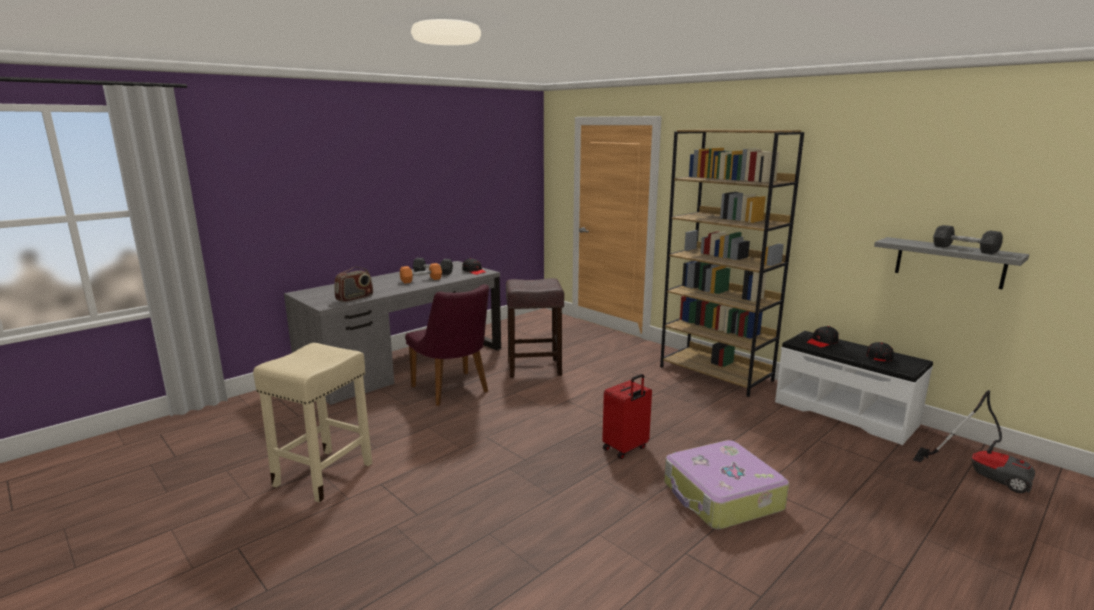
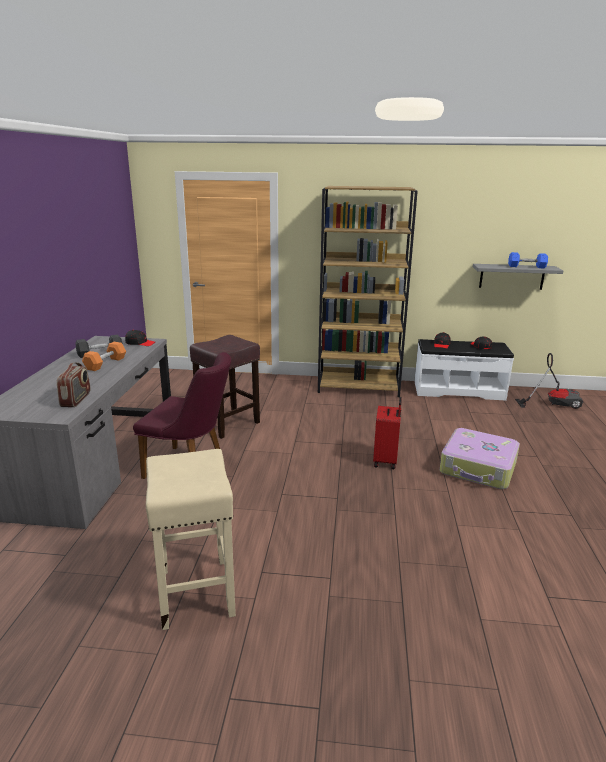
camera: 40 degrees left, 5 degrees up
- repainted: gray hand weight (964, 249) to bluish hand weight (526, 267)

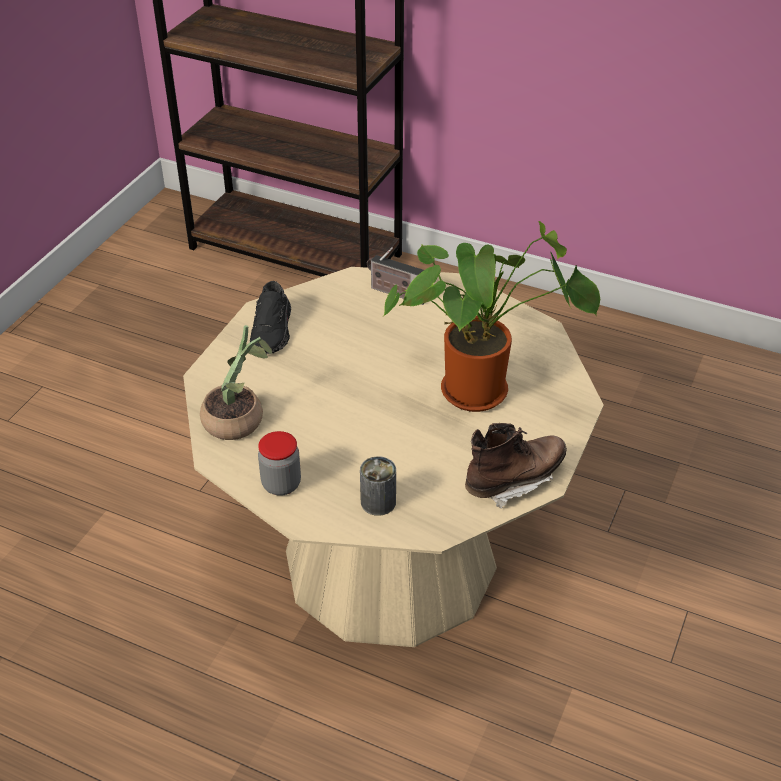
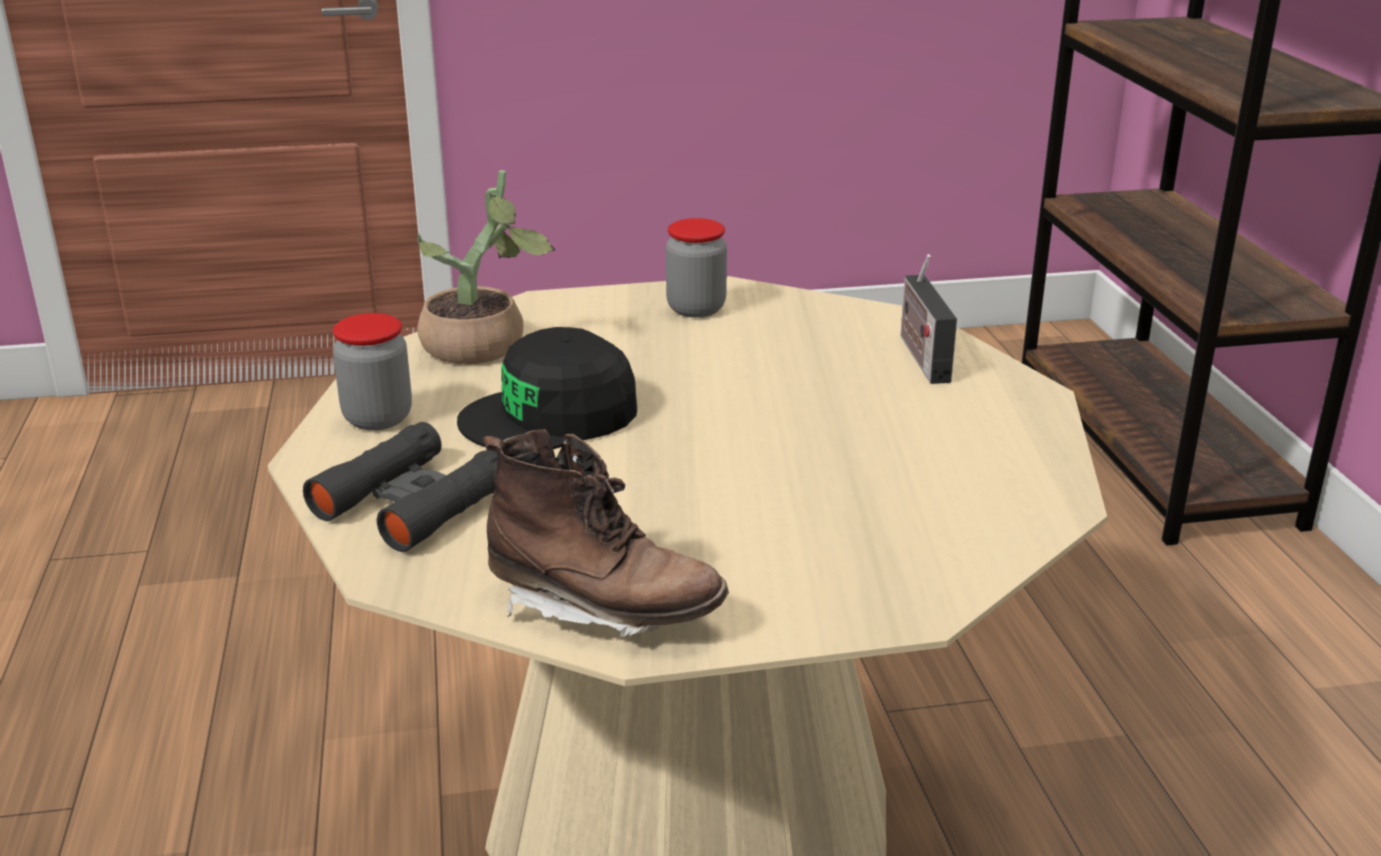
camera: 55 degrees right, 15 degrees down
- gone: houseplant (481, 389)
- swapped: black low shoe (273, 331) to storage jar (696, 309)
- swapped: sealed can (378, 502) to black field glasses (413, 501)
- new: black baseball cap (551, 415)

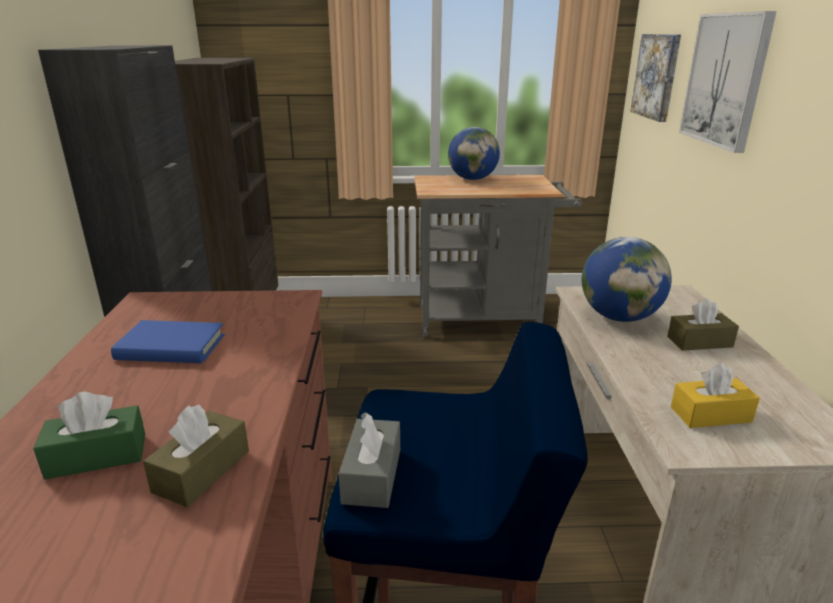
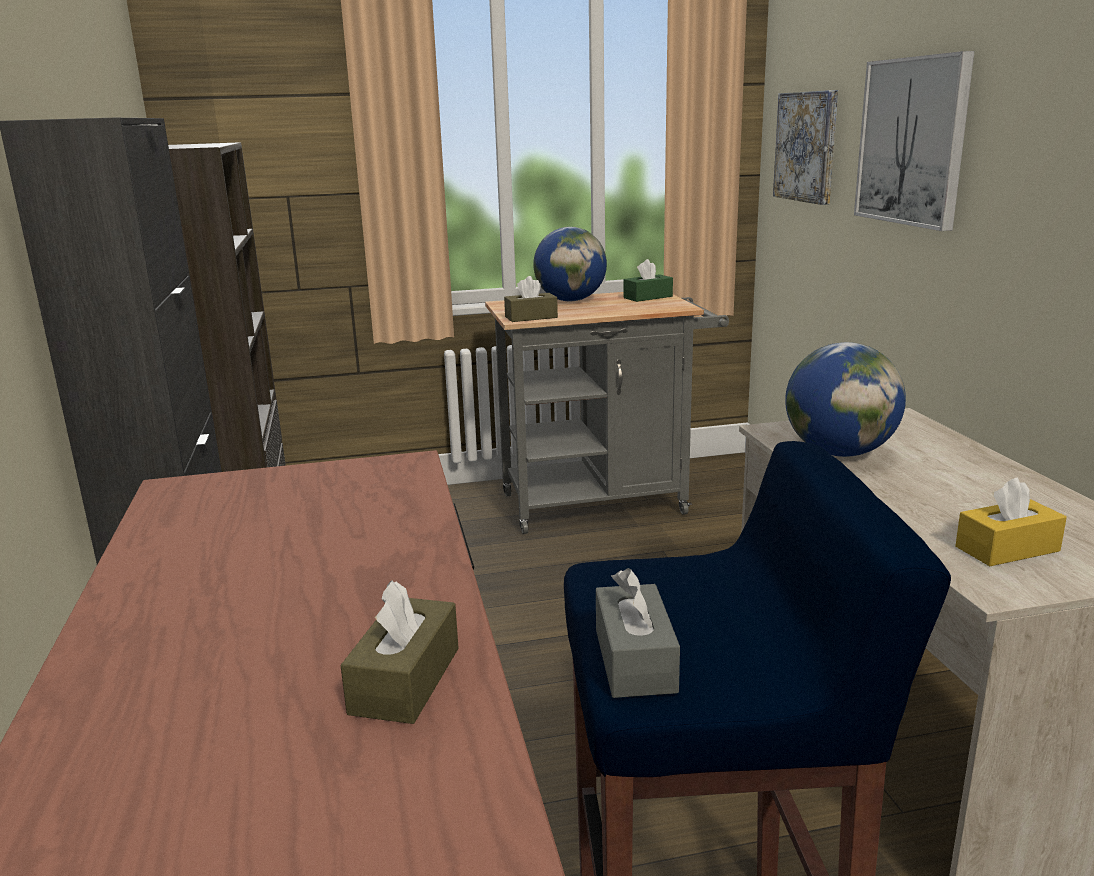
camera: 10 degrees left, 5 degrees down
- shifted: brown tissue holder (699, 342) to (531, 317)
- gone: bluish bound book (171, 347)
- shifted: green tissue holder (97, 456) to (648, 297)

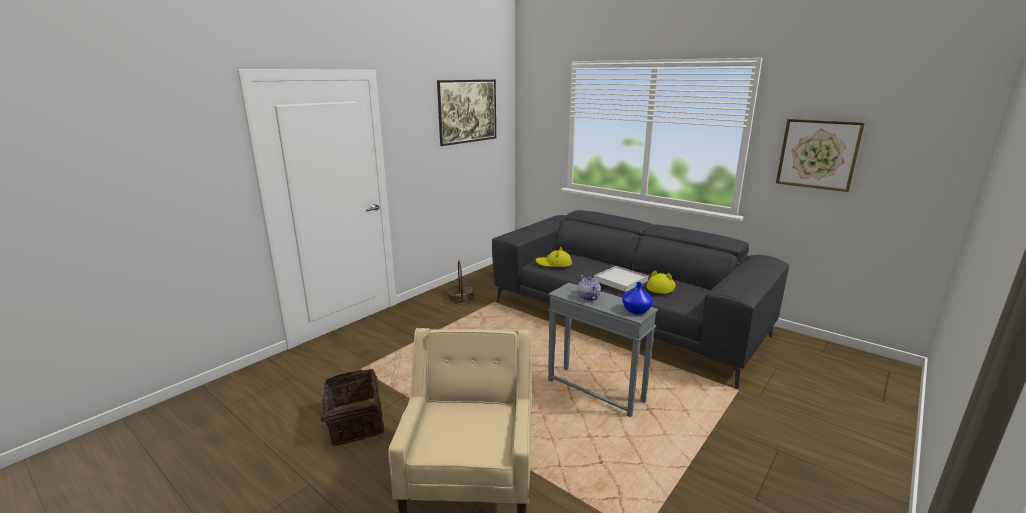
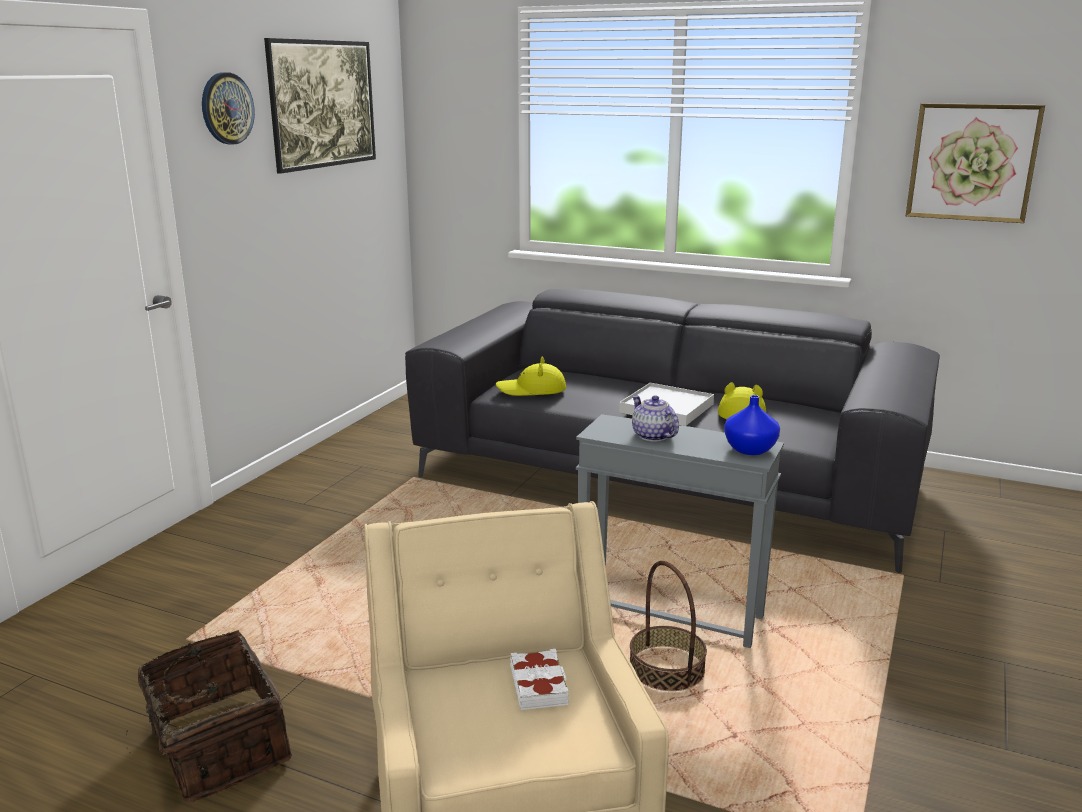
camera: 15 degrees left, 0 degrees up
- shifted: household basket (461, 298) to (667, 669)
- new: hanging clock (226, 108)
- new: whitish bound book (539, 685)

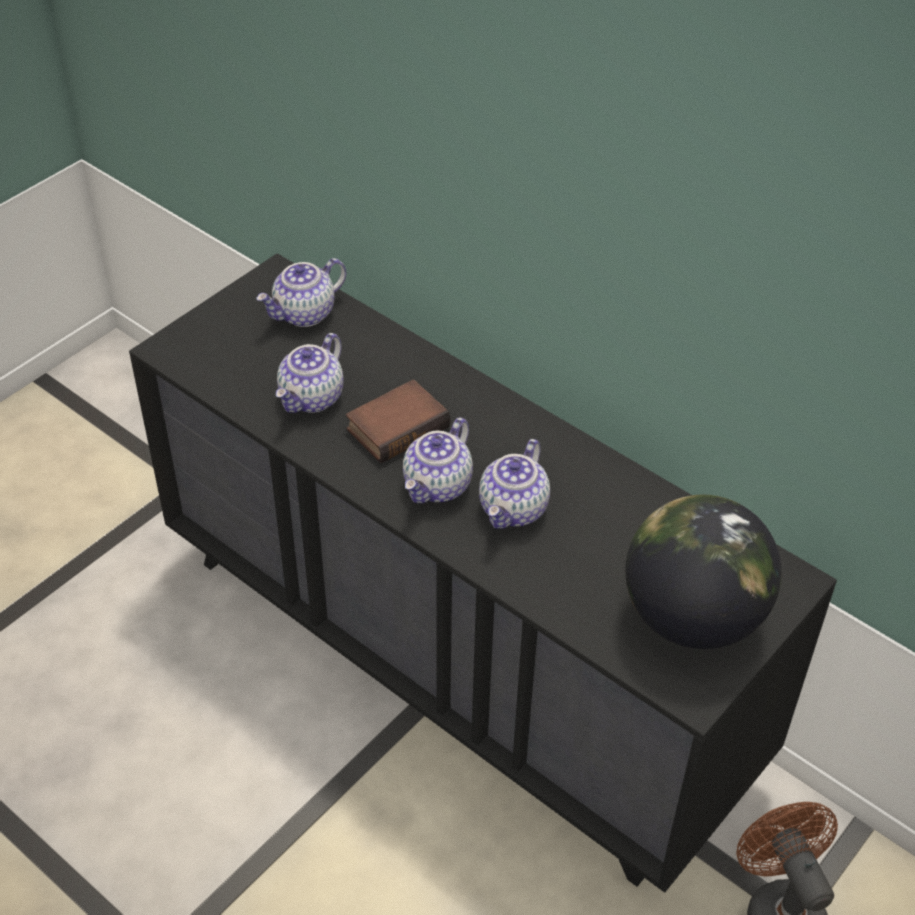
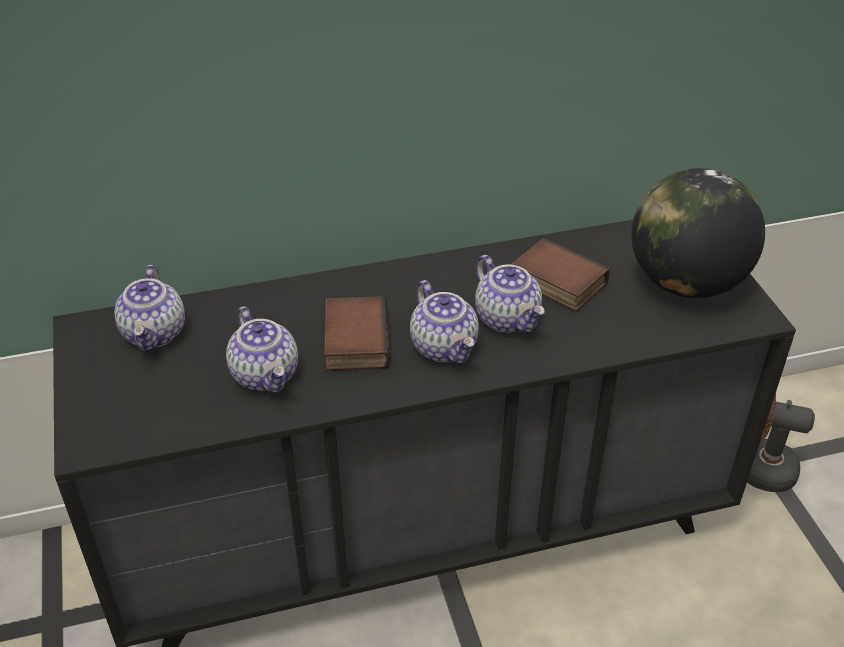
camera: 55 degrees left, 5 degrees down
- new: bound book (556, 282)

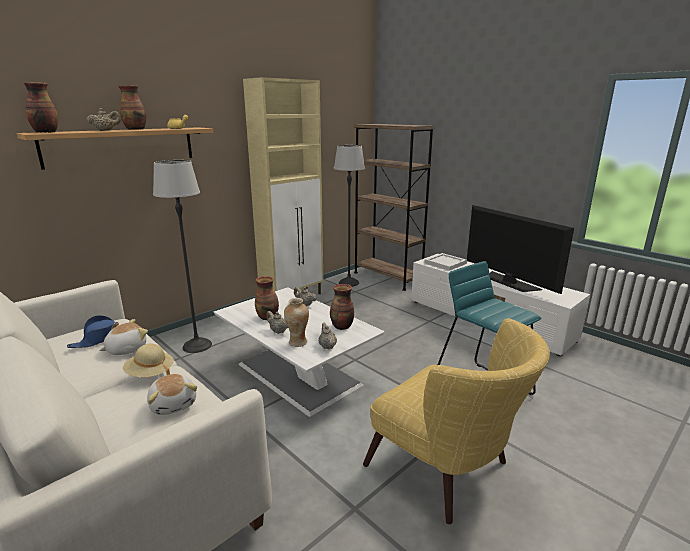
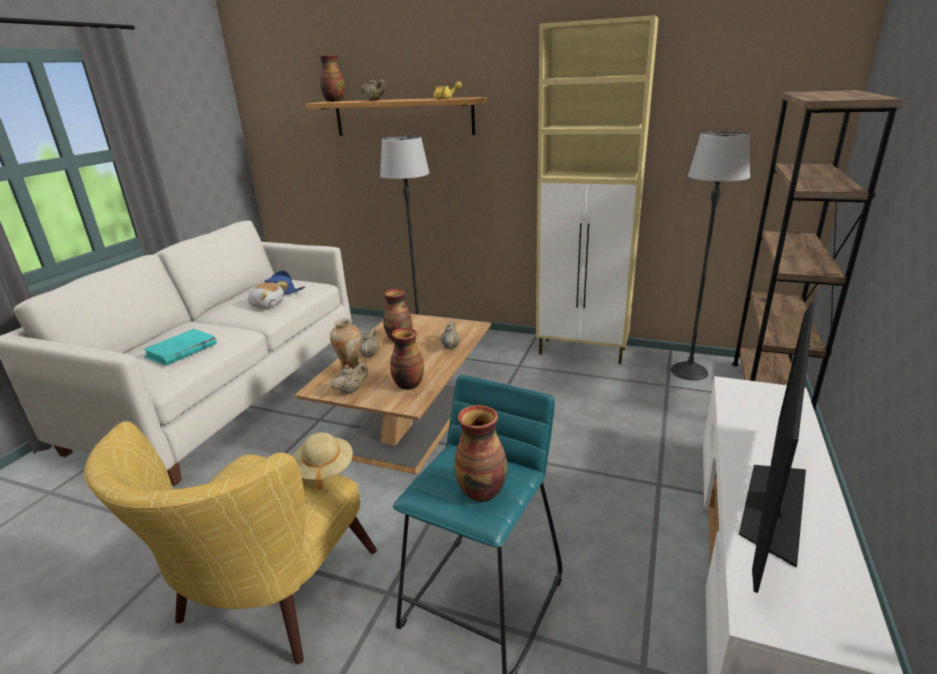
camera: 65 degrees right, 5 degrees up
- shifted: flower vase (136, 129) to (483, 491)
- gone: whitish carrying tray (444, 263)
- repainted: whitish low table (296, 373) to brown low table (410, 418)
- shifted: beige wearable hat (150, 374) to (324, 469)
- swapped: plush toy (174, 404) to blue-green bound book (181, 350)

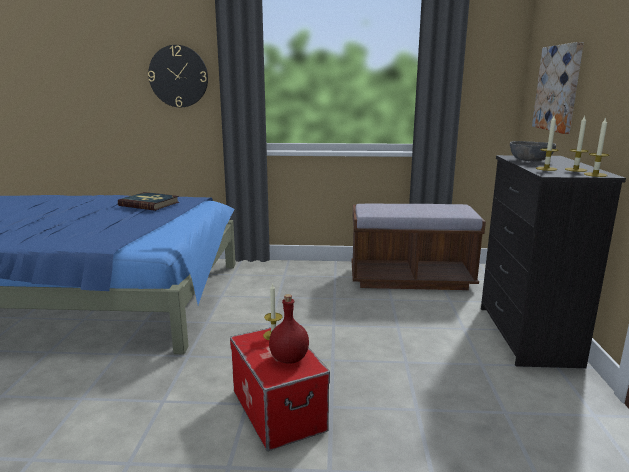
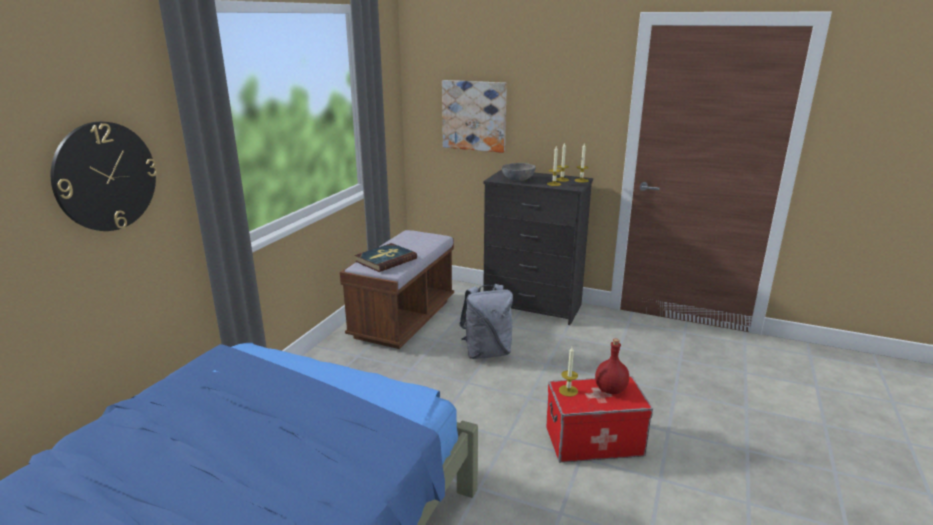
camera: 70 degrees left, 5 degrees up
- shifted: bound book (149, 204) to (386, 260)
- new: gray rucksack (487, 352)

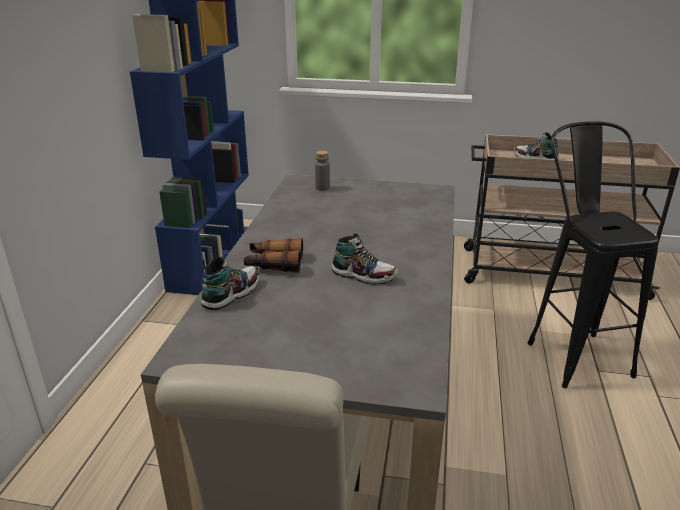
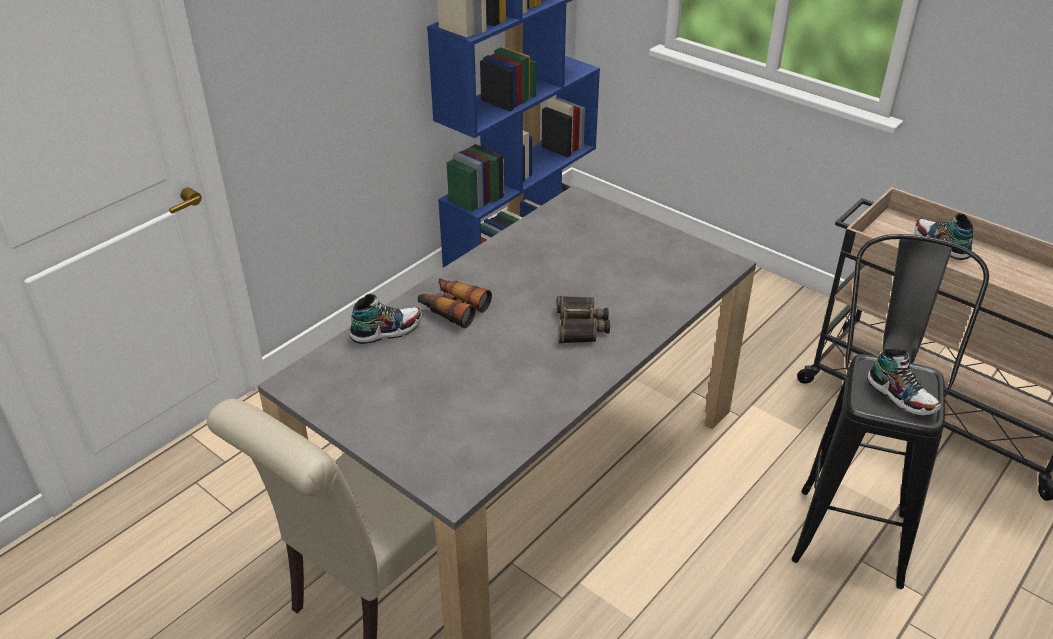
camera: 30 degrees right, 10 degrees up
- gone: gray beverage bottle (322, 188)
- shifted: low shoe (363, 275) to (901, 396)
- new: field glasses (581, 326)

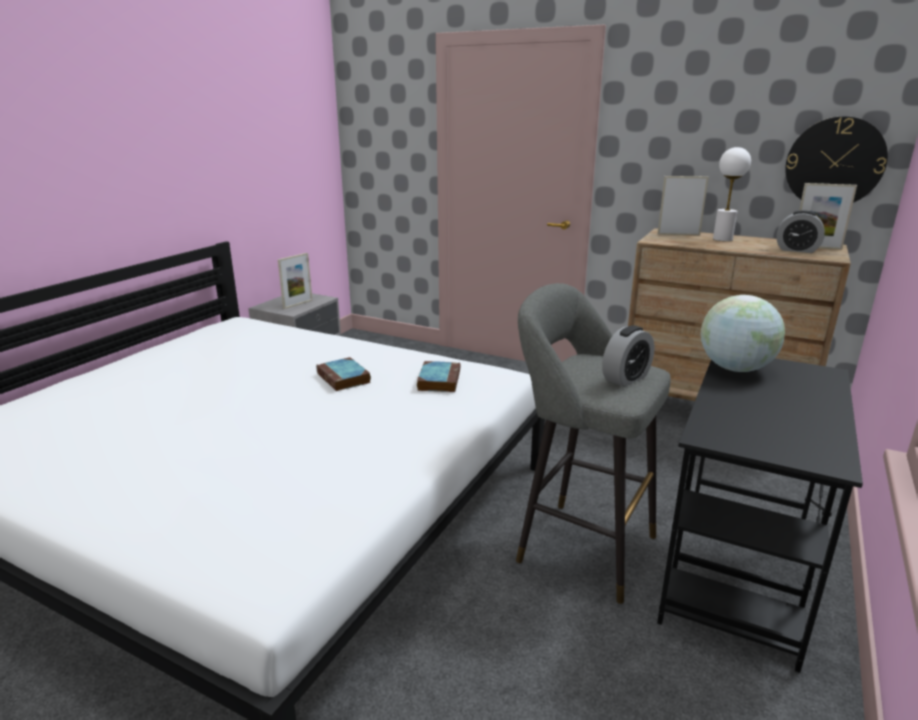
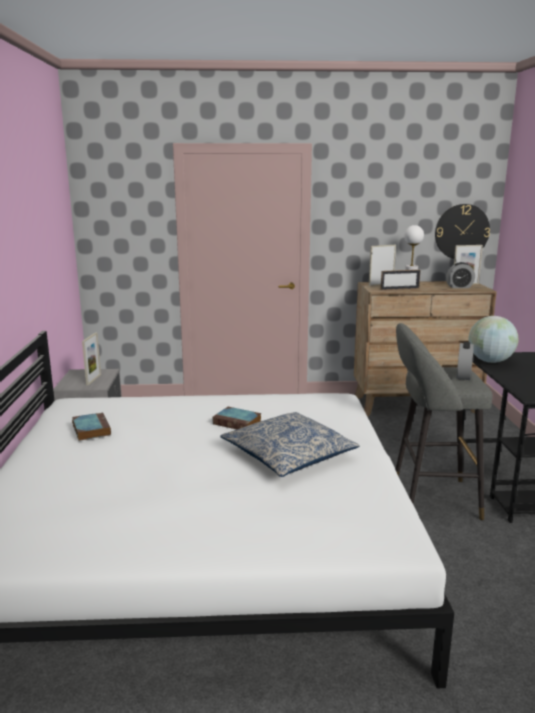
camera: 30 degrees left, 5 degrees down
- shifted: bound book (439, 380) to (90, 429)
- new: standing frame (399, 289)
- new: pillow (289, 455)

